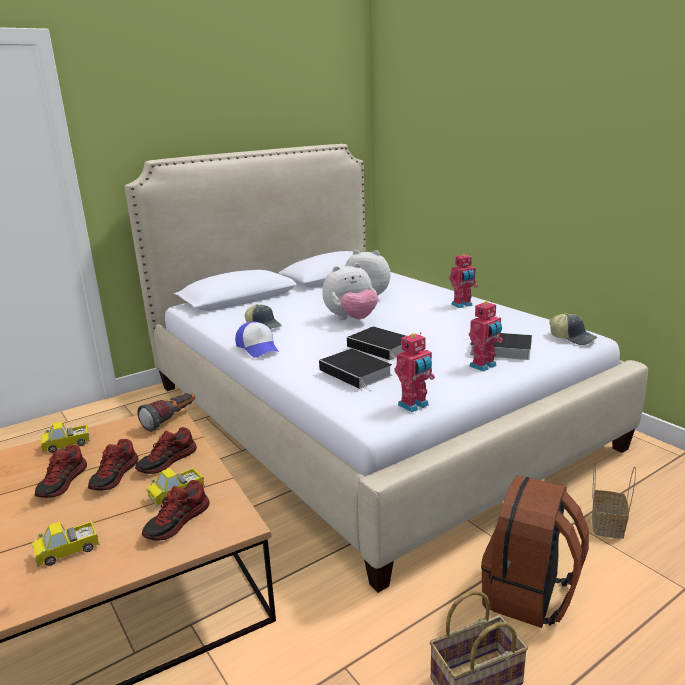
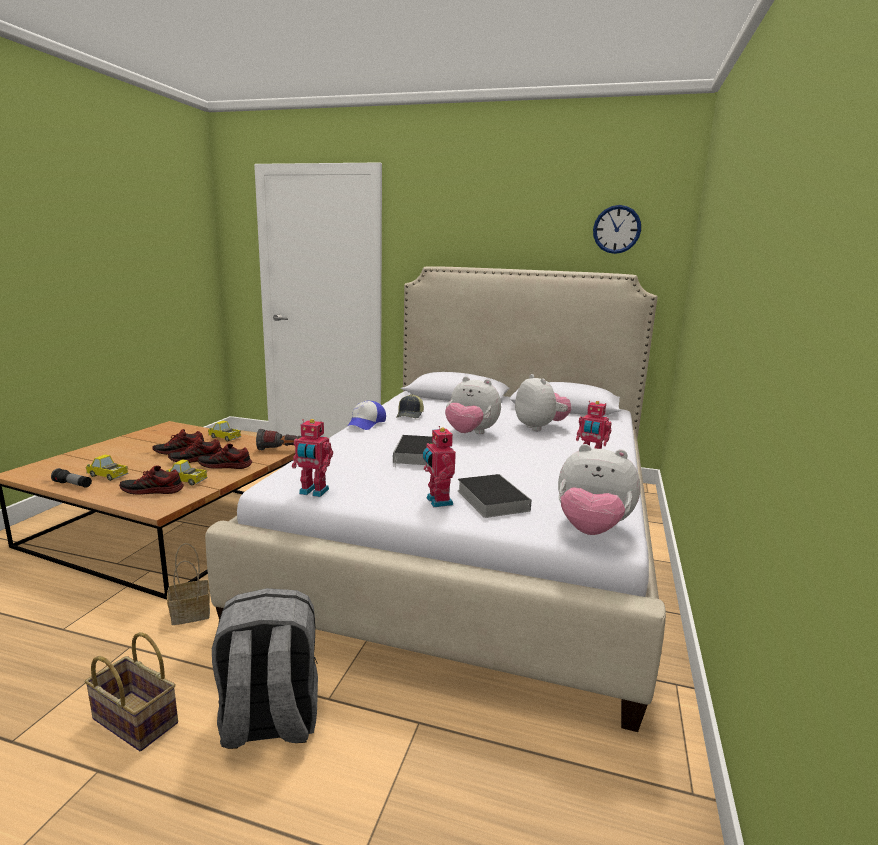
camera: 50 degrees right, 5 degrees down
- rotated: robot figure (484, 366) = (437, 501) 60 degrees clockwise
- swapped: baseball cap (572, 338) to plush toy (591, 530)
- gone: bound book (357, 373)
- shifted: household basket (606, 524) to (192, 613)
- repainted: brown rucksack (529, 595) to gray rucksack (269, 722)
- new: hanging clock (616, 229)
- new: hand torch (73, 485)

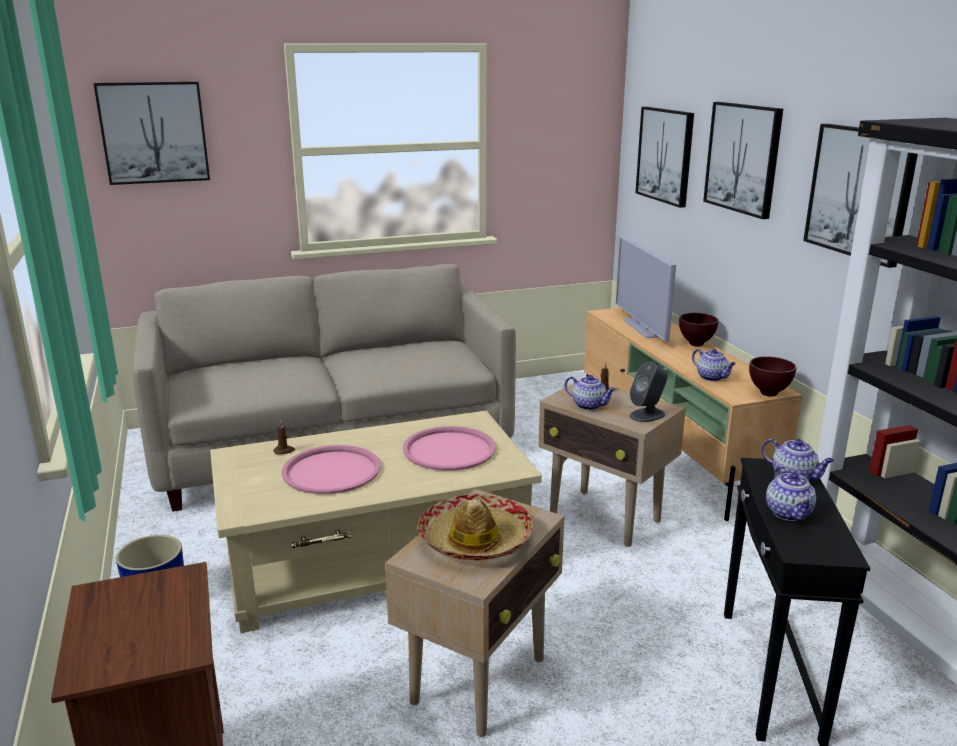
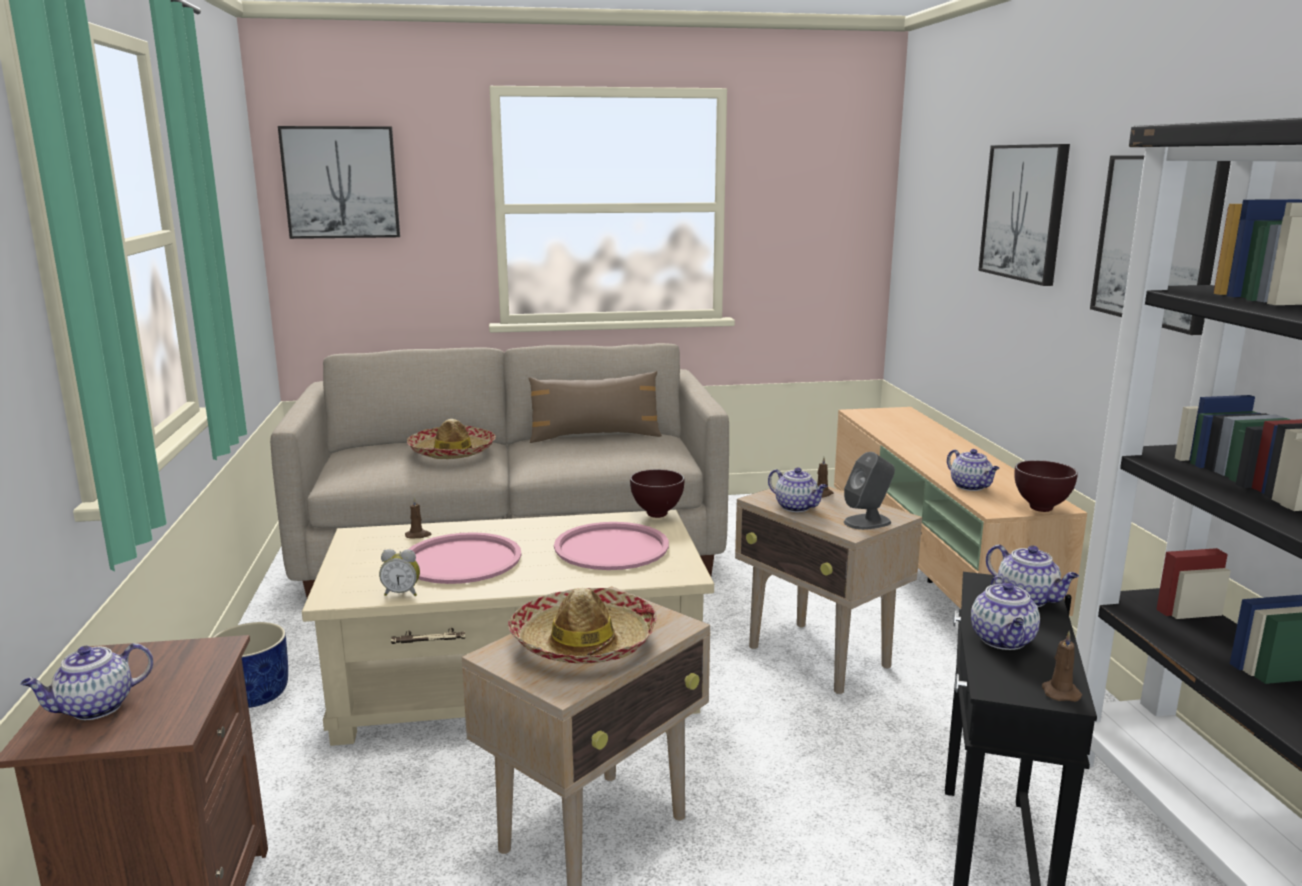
camera: 10 degrees right, 5 degrees down
- gone: wall picture (665, 155)
- gone: TV set (643, 328)
- shifted: brown bowl (697, 344) to (658, 514)
- new: brown pillow (595, 436)
- new: wearable hat (452, 452)
- new: bedside clock (402, 593)
- new: brown wax light (1059, 692)
- new: pot for tea (94, 708)

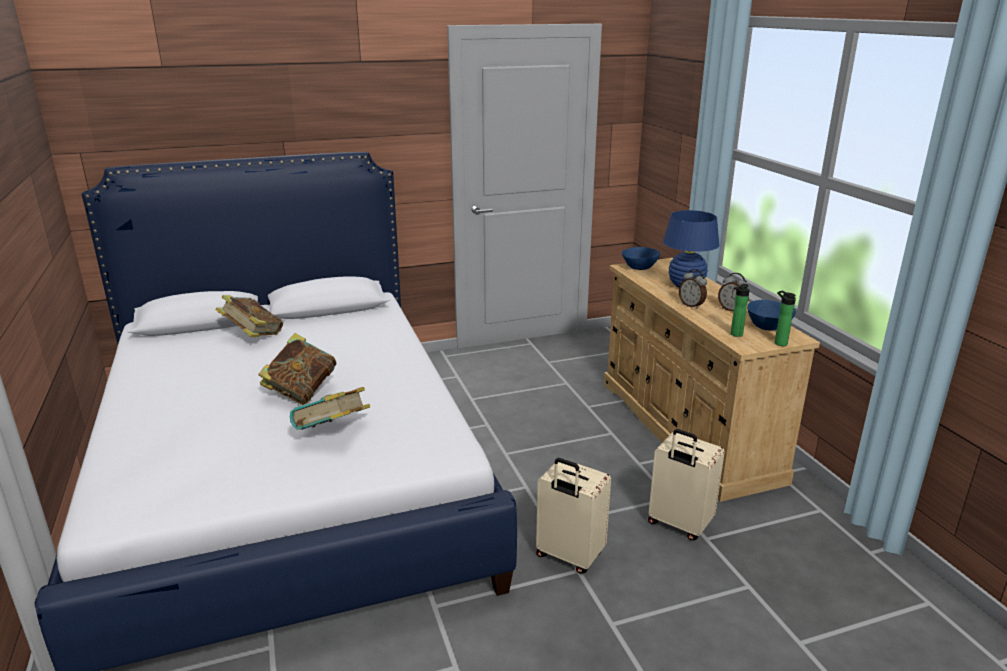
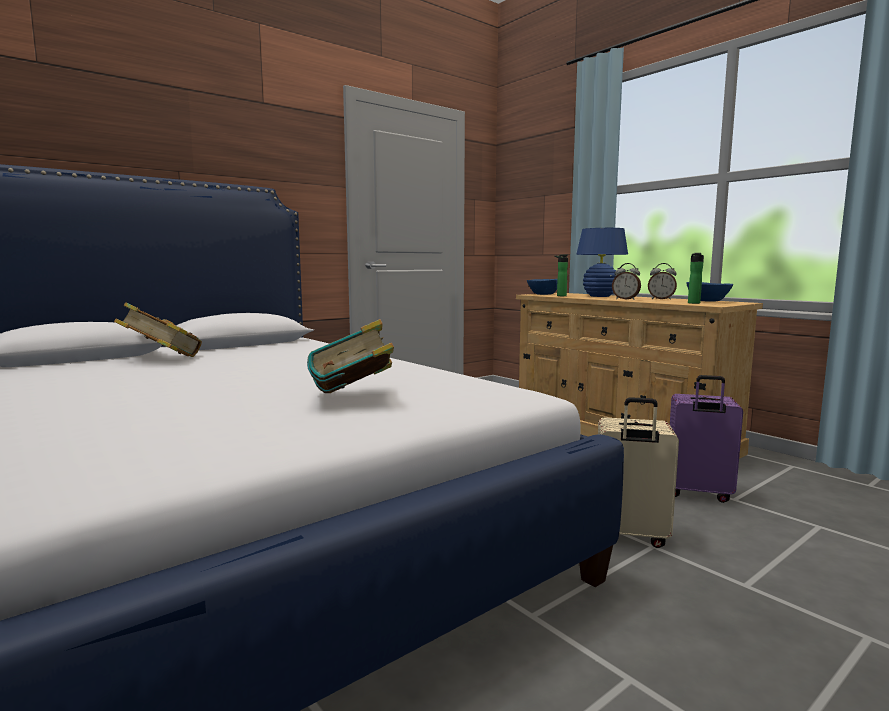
camera: 20 degrees left, 15 degrees down
- shifted: beverage bottle (779, 343) to (560, 296)
- gone: bound book (301, 392)
- repainted: beige suitcase (679, 524) to purple-coloured suitcase (697, 494)

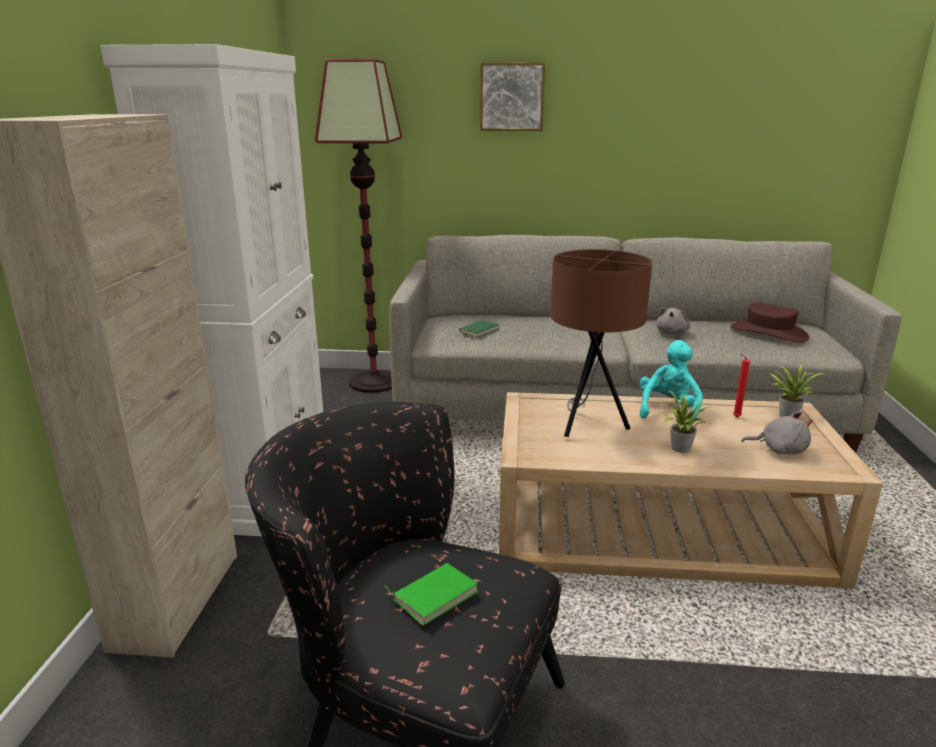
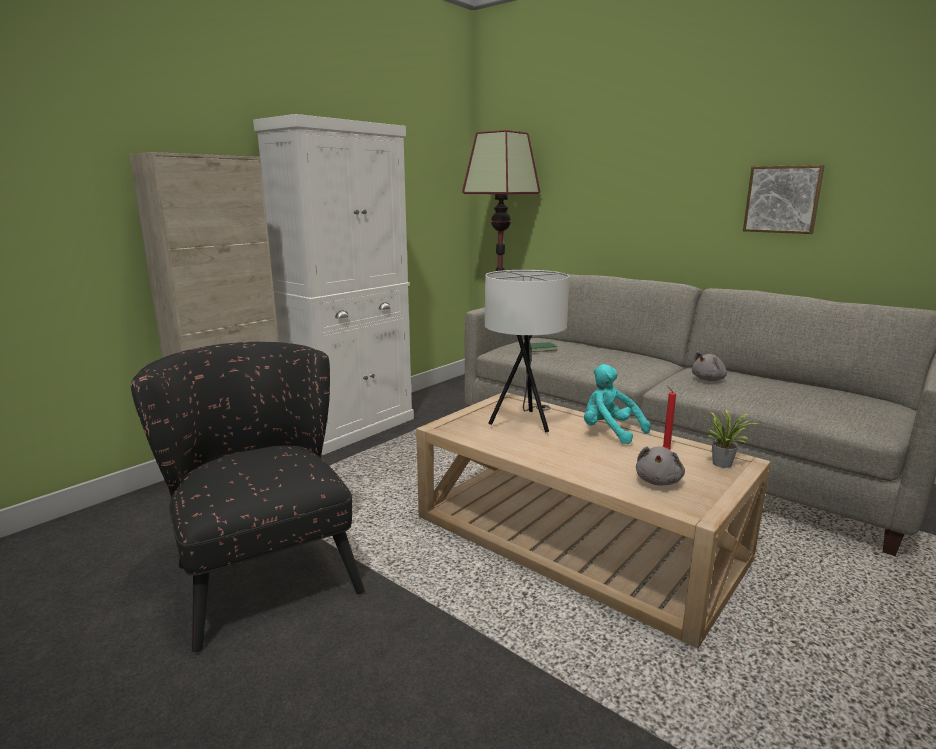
camera: 35 degrees right, 5 degrees down
- shifted: wall picture (512, 97) to (782, 199)
- repainted: brown lamp for a table (588, 424) to whitish lamp for a table (524, 422)
- gone: brown wearable hat (768, 332)
- rotated: blue-green plush toy (668, 411) = (609, 432) 105 degrees counterclockwise
- gone: houseplant (679, 449)
- rotated: gray plush toy (779, 450) = (658, 481) 60 degrees clockwise
- gone: green bound book (434, 595)

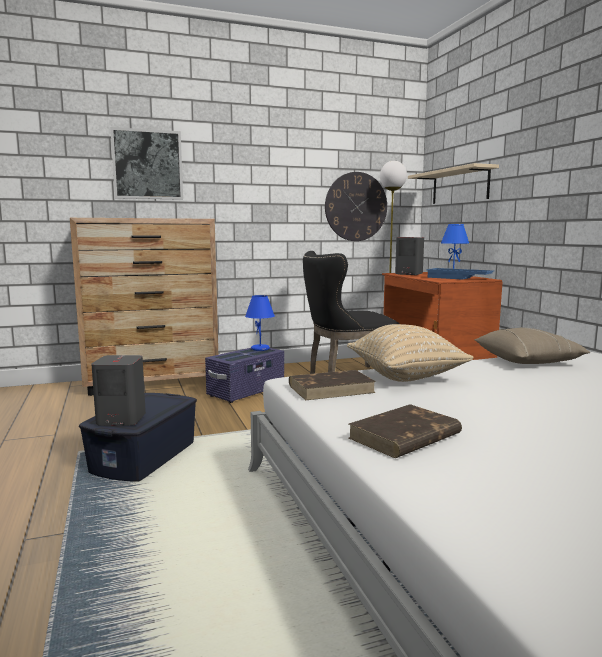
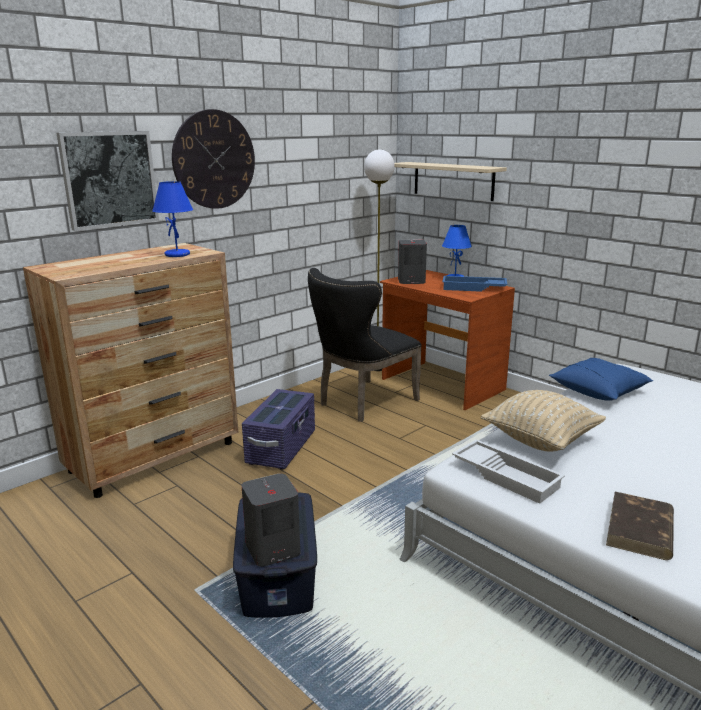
camera: 25 degrees left, 10 degrees up
- shifted: hanging clock (356, 206) to (214, 160)
- shifted: bluish lamp for a table (260, 349) to (178, 255)
- repainted: beige pillow (528, 360) to bluish pillow (599, 391)
- swapped: brown bound book (332, 389) to whitish carrying tray (507, 476)

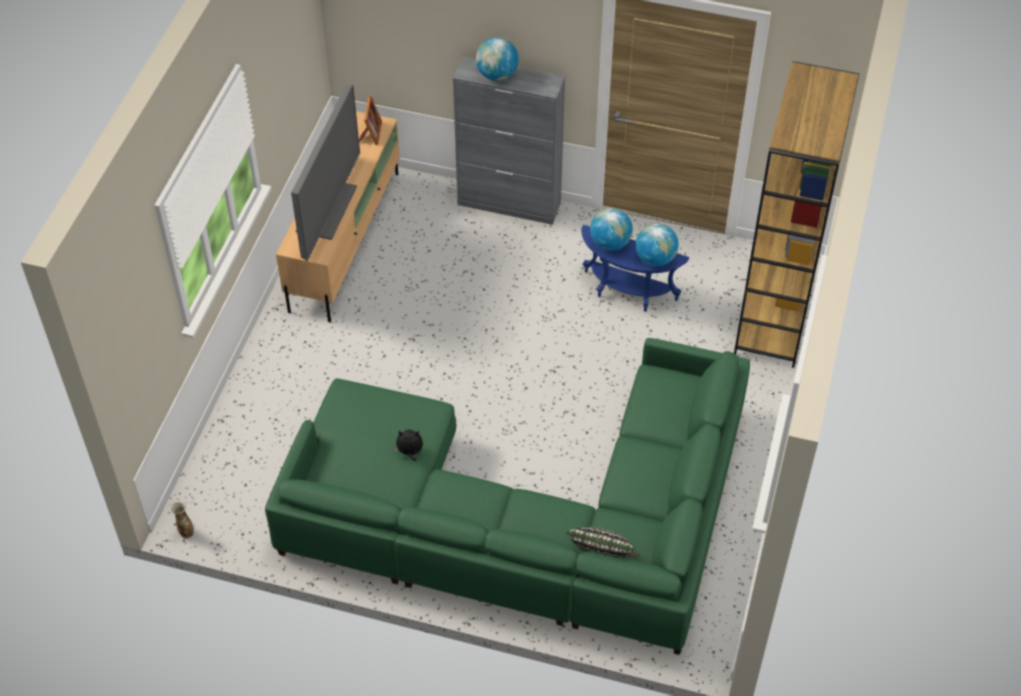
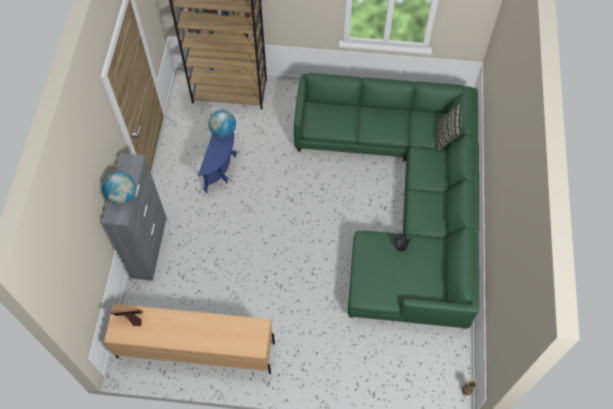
camera: 100 degrees left, 10 degrees up
- gone: TV set (327, 208)
- gone: world globe (610, 243)

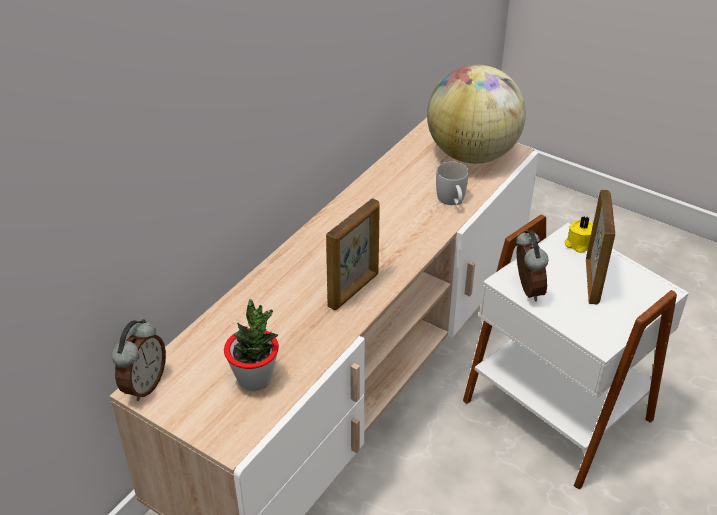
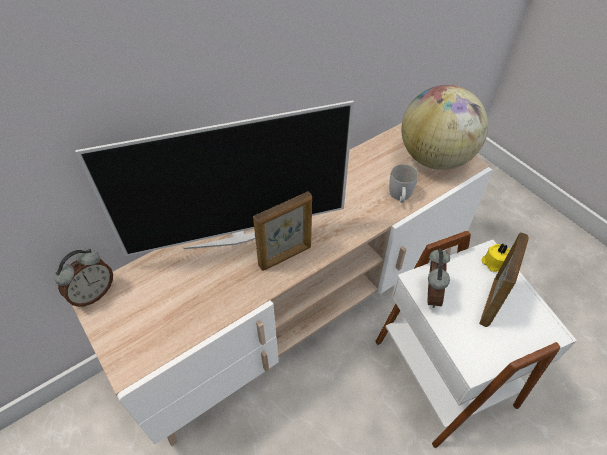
camera: 20 degrees right, 10 degrees up
- gone: houseplant (255, 379)
- new: TV set (238, 235)

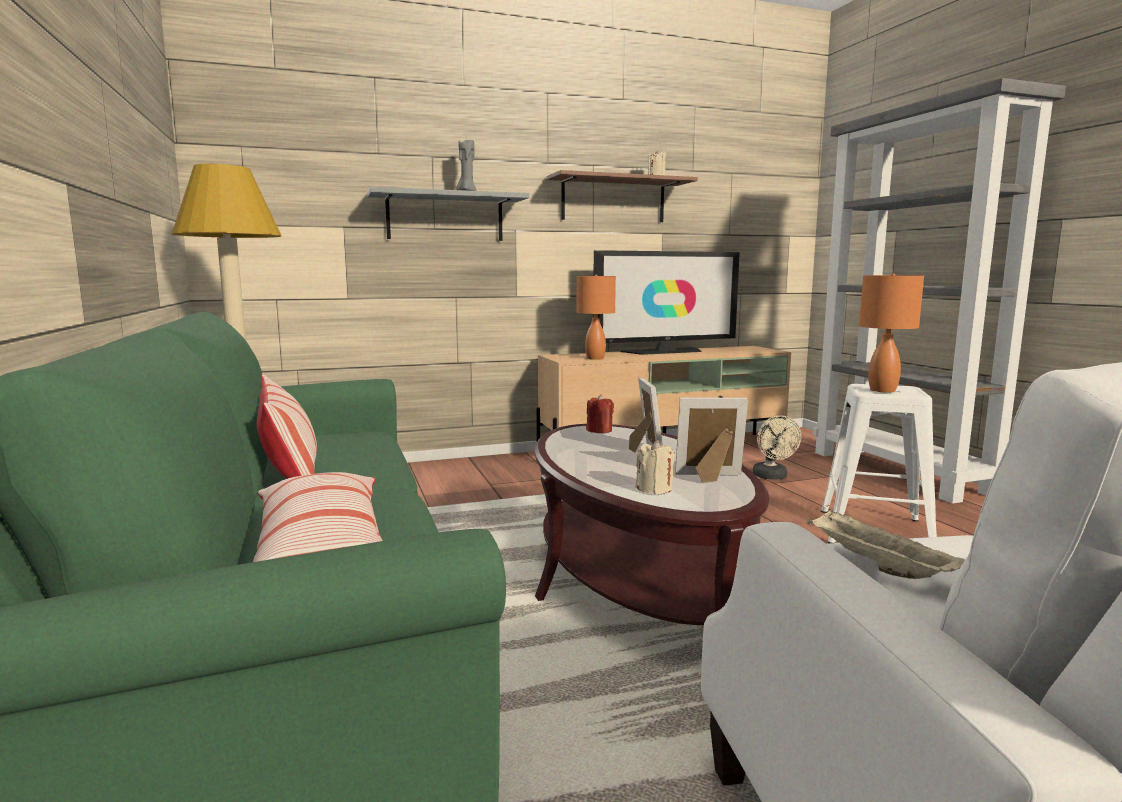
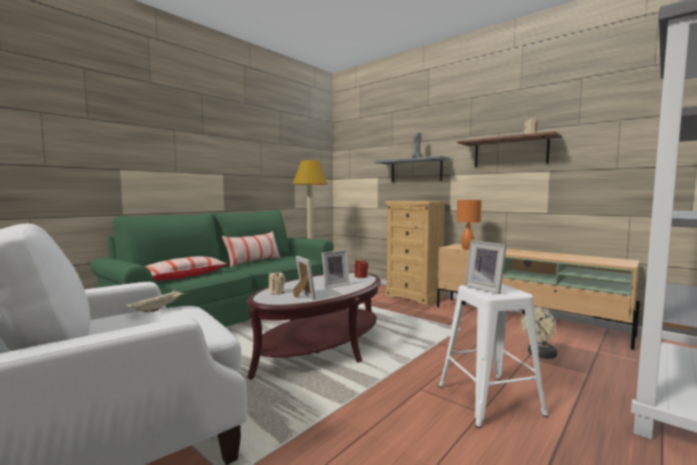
camera: 60 degrees right, 5 degrees down
- gone: TV set (665, 351)
- swapped: orange lamp for a table (882, 390) to standing frame (486, 288)
- new: beige chest of drawers (414, 296)

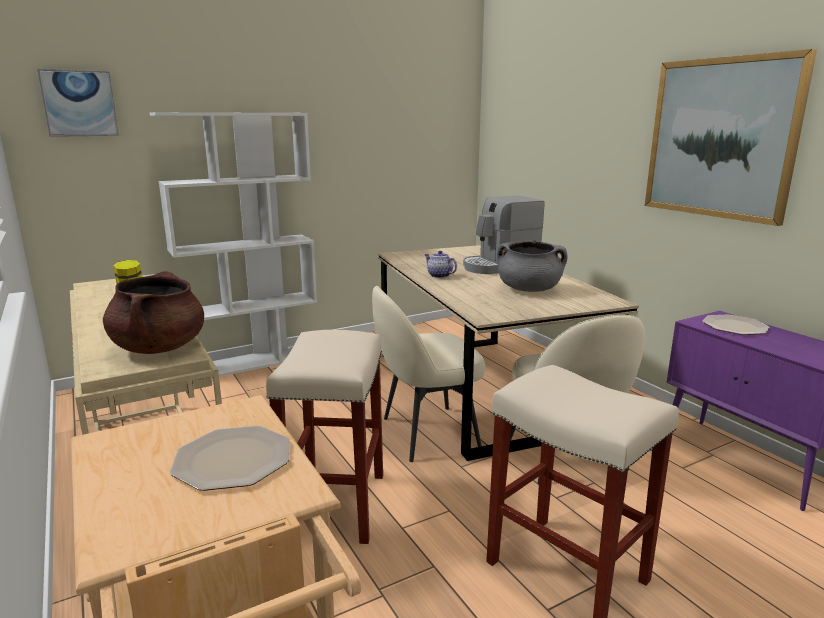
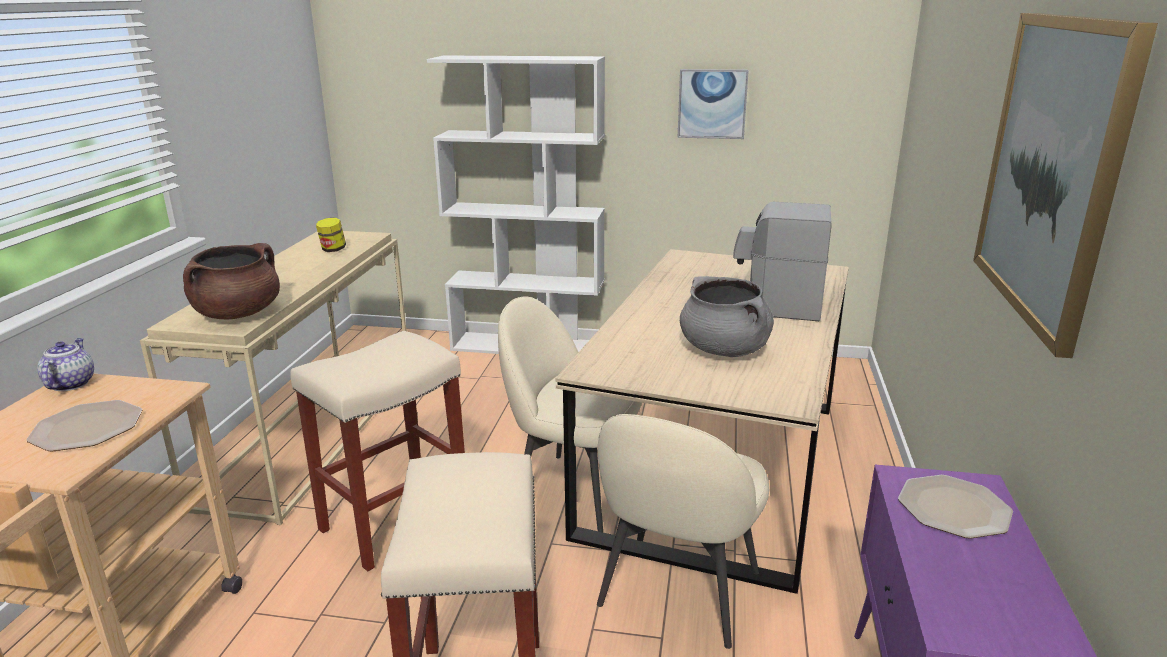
camera: 40 degrees right, 5 degrees up
- shifted: wall picture (79, 103) to (712, 104)
- shifted: pot for tea (439, 275) to (70, 384)

